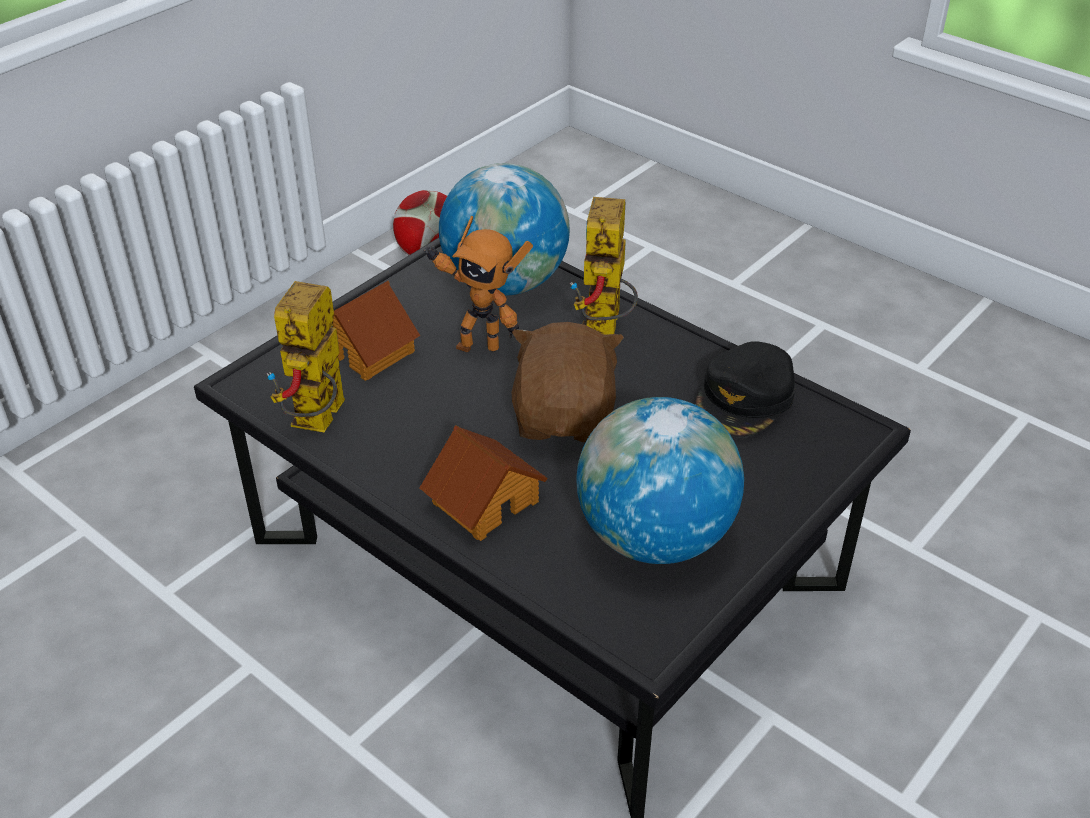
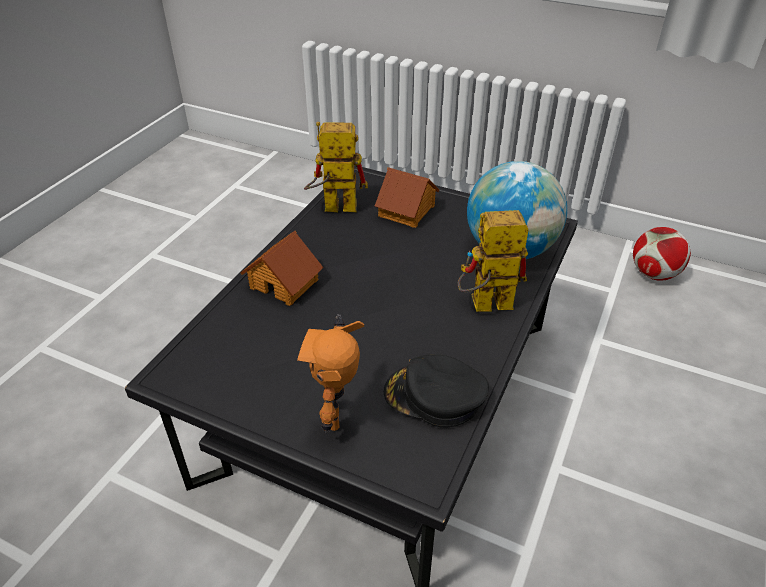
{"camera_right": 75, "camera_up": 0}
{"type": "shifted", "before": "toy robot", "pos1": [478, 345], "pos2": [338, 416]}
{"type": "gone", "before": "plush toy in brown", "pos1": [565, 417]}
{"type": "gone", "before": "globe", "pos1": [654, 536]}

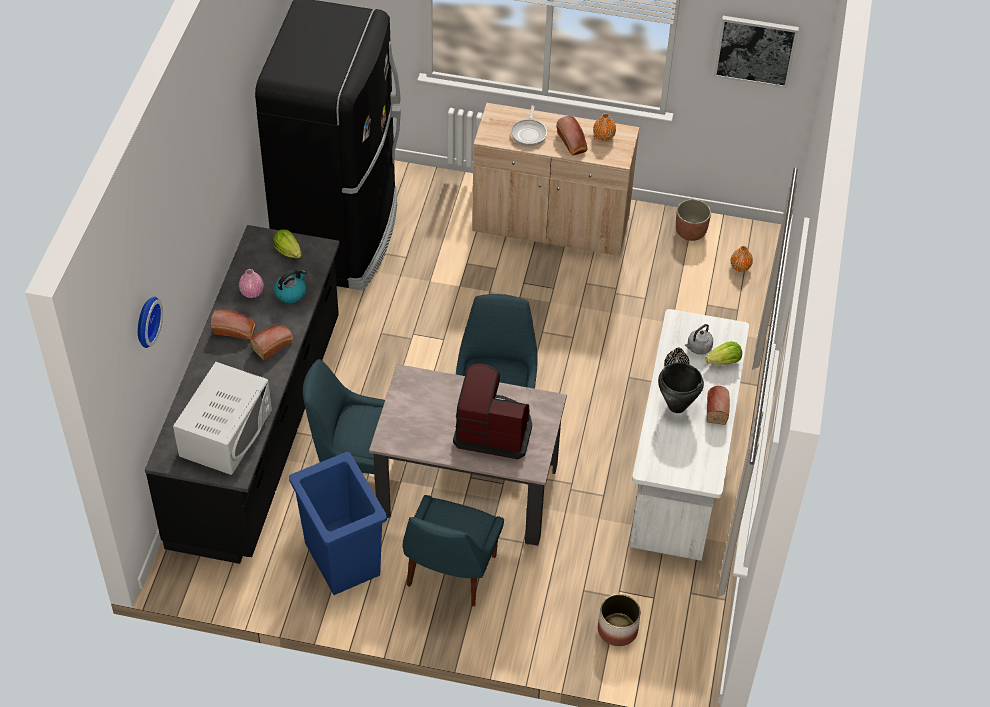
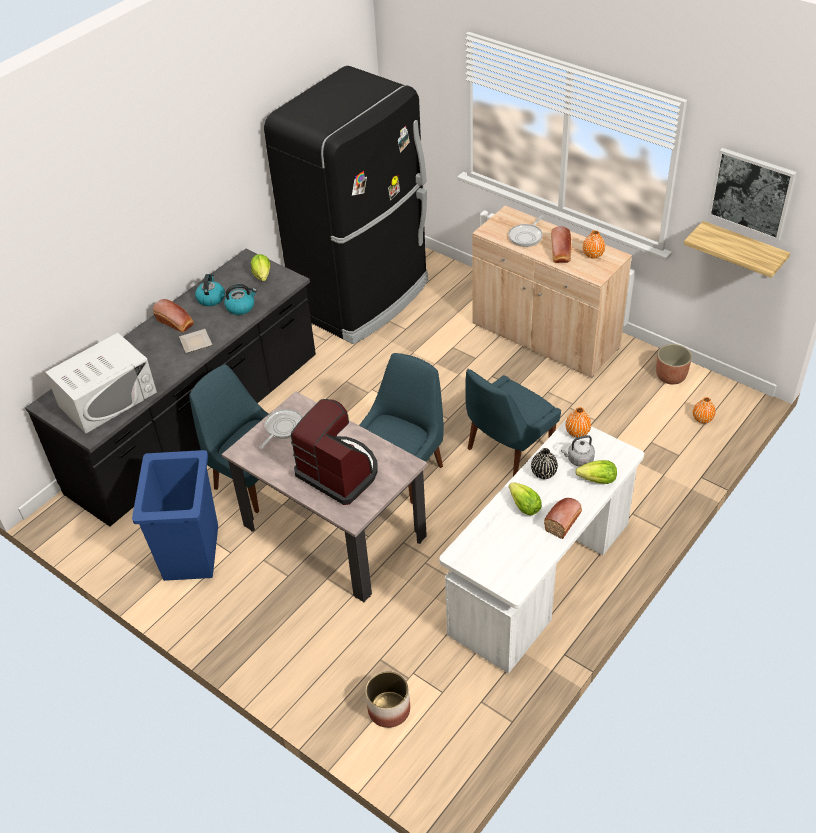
{"camera_right": 30, "camera_up": -5}
{"type": "swapped", "before": "vase in pink", "after": "kettle", "pos1": [252, 292], "pos2": [211, 298]}
{"type": "gone", "before": "wall clock", "pos1": [145, 321]}
{"type": "swapped", "before": "bread", "after": "plate", "pos1": [273, 345], "pos2": [197, 343]}
{"type": "swapped", "before": "cooking pot in black", "after": "lettuce", "pos1": [677, 406], "pos2": [524, 506]}
{"type": "shifted", "before": "chair in blue", "pos1": [450, 573], "pos2": [507, 451]}
{"type": "new", "after": "shelf", "pos2": [742, 250]}
{"type": "new", "after": "vase in orange", "pos2": [577, 432]}
{"type": "new", "after": "frying pan", "pos2": [282, 428]}

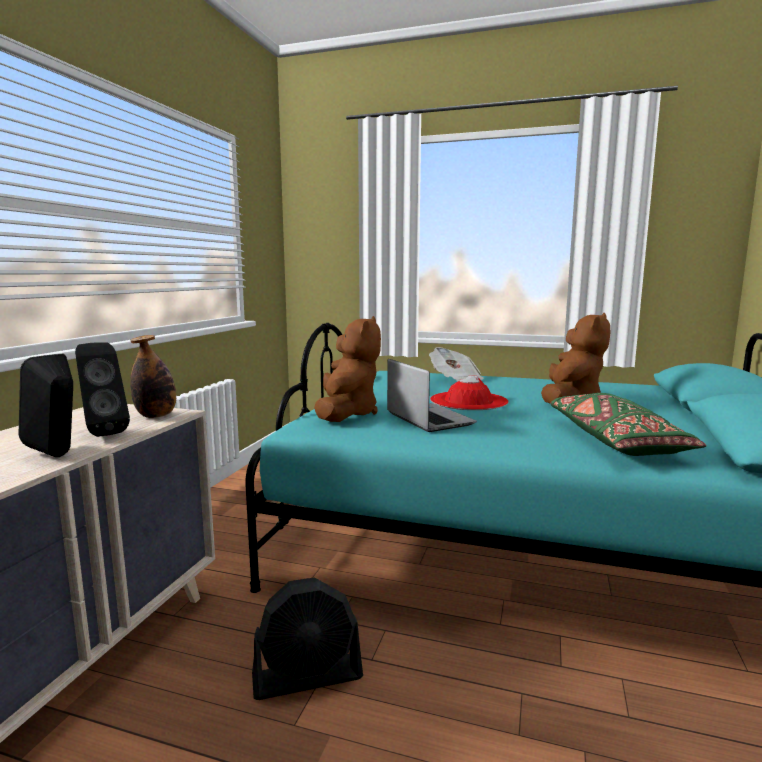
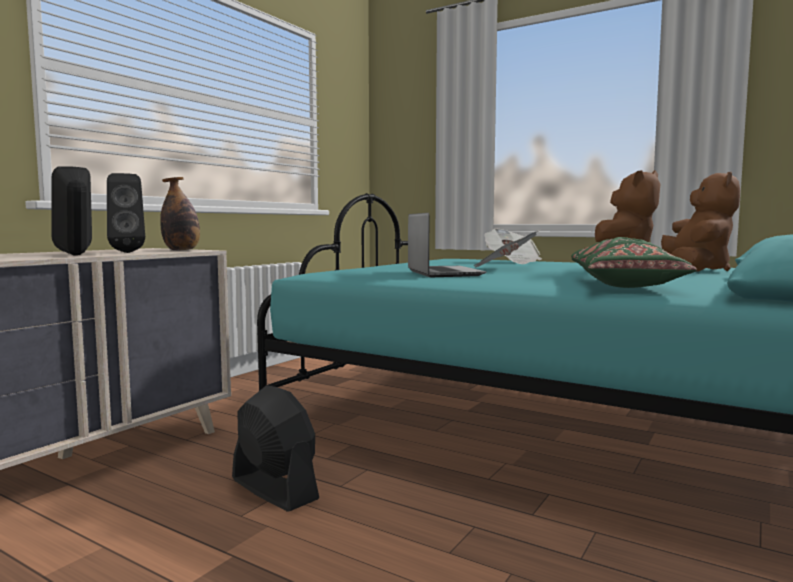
{"camera_right": 15, "camera_up": -5}
{"type": "shifted", "before": "plush toy in brown", "pos1": [347, 414], "pos2": [695, 270]}
{"type": "swapped", "before": "hat in red", "after": "newspaper", "pos1": [468, 401], "pos2": [504, 268]}
{"type": "rotated", "before": "fan in black", "pos1": [308, 677], "pos2": [274, 489], "turn": -135}

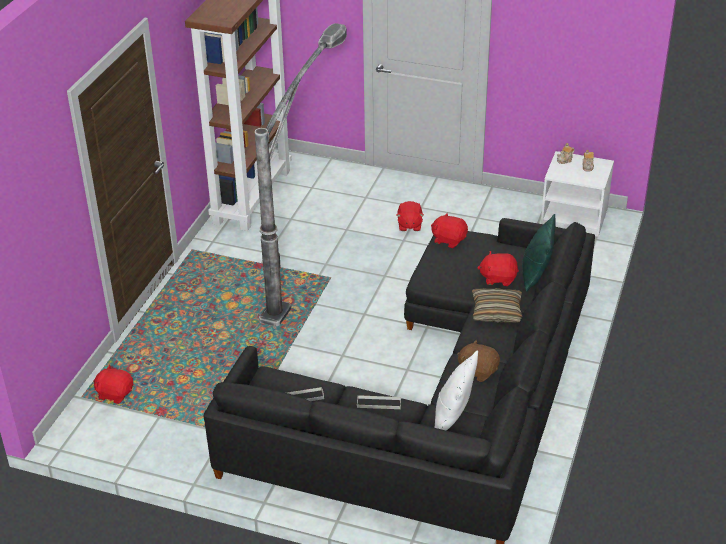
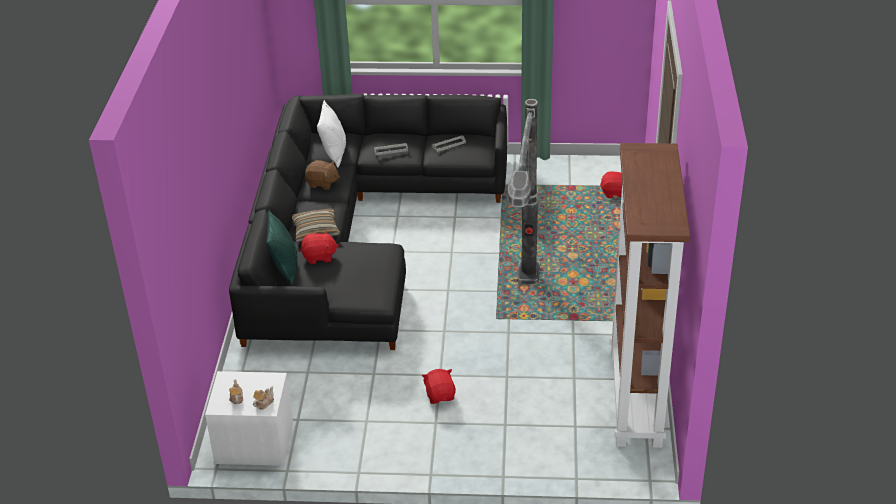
{"camera_right": 165, "camera_up": 0}
{"type": "gone", "before": "plush toy in red", "pos1": [449, 240]}

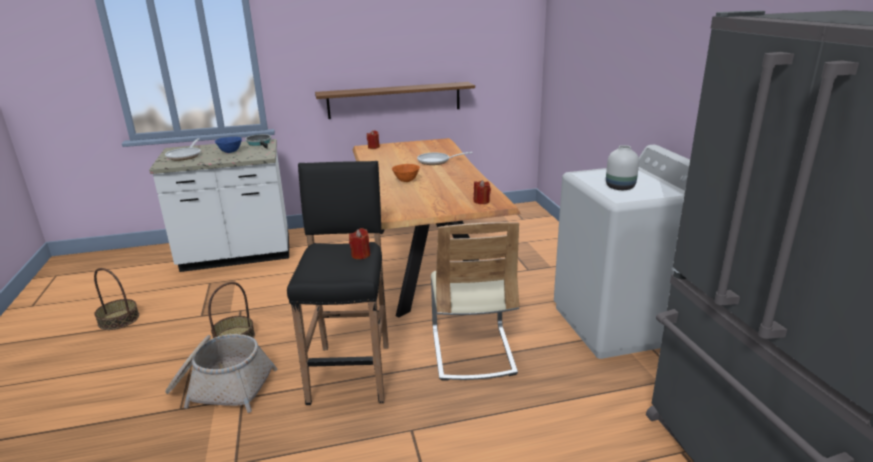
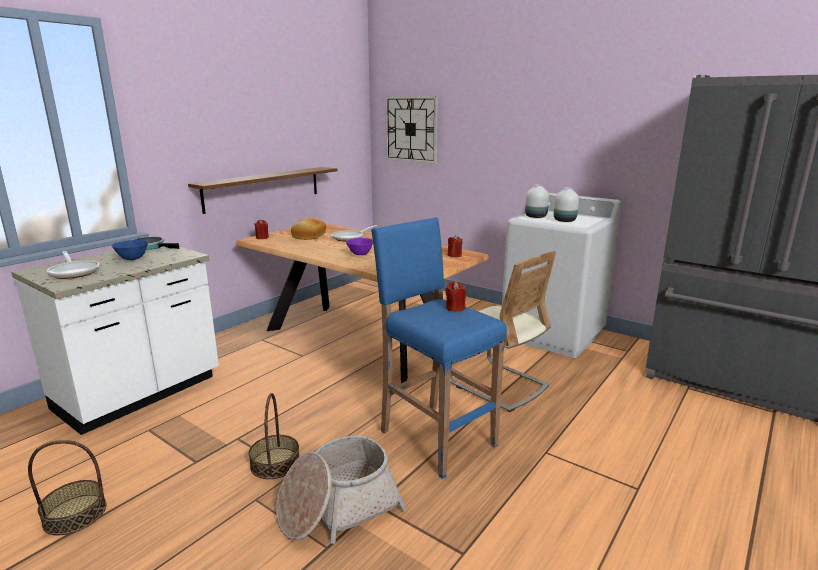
{"camera_right": -40, "camera_up": -5}
{"type": "repainted", "before": "stool in black", "after": "stool in blue", "pos1": [351, 371], "pos2": [435, 437]}
{"type": "repainted", "before": "bowl in orange", "after": "bowl in purple", "pos1": [406, 181], "pos2": [360, 254]}
{"type": "new", "after": "wall clock", "pos2": [411, 129]}
{"type": "new", "after": "vase in white", "pos2": [535, 217]}
{"type": "new", "after": "bread", "pos2": [308, 236]}

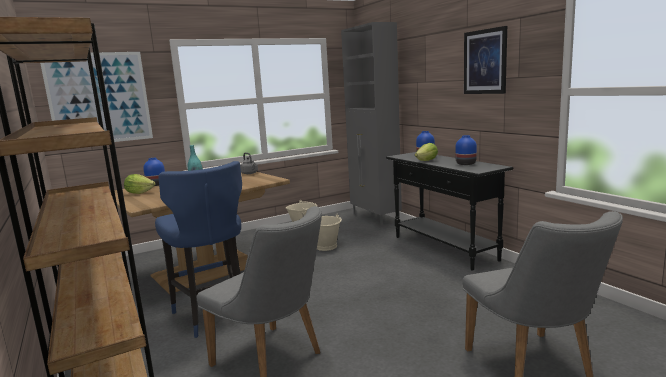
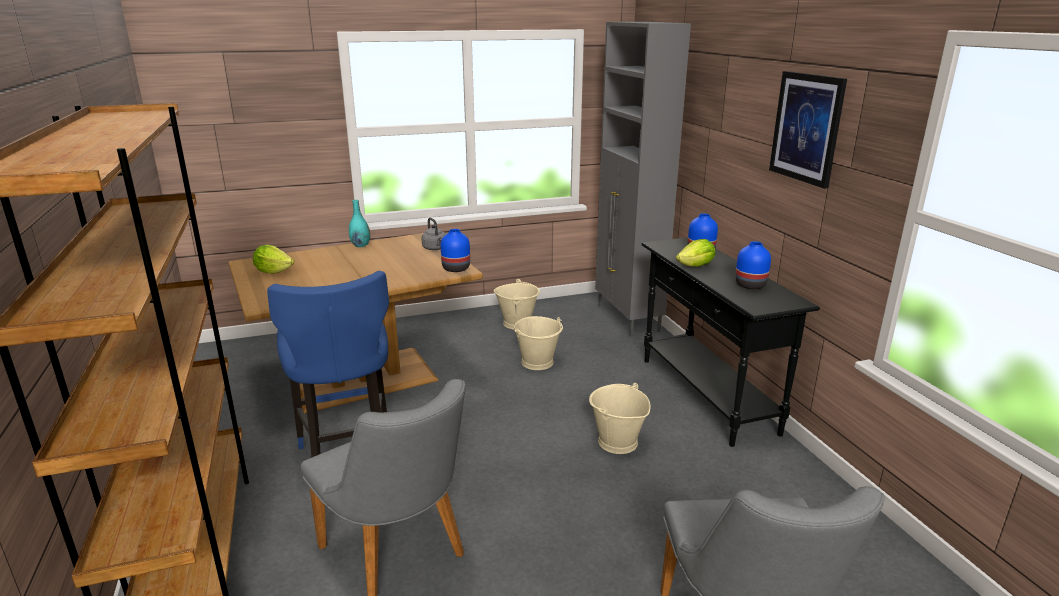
{"camera_right": 10, "camera_up": 10}
{"type": "gone", "before": "picture", "pos1": [99, 98]}
{"type": "shifted", "before": "vase in blue", "pos1": [156, 184], "pos2": [456, 269]}
{"type": "new", "after": "bucket in beige", "pos2": [617, 442]}

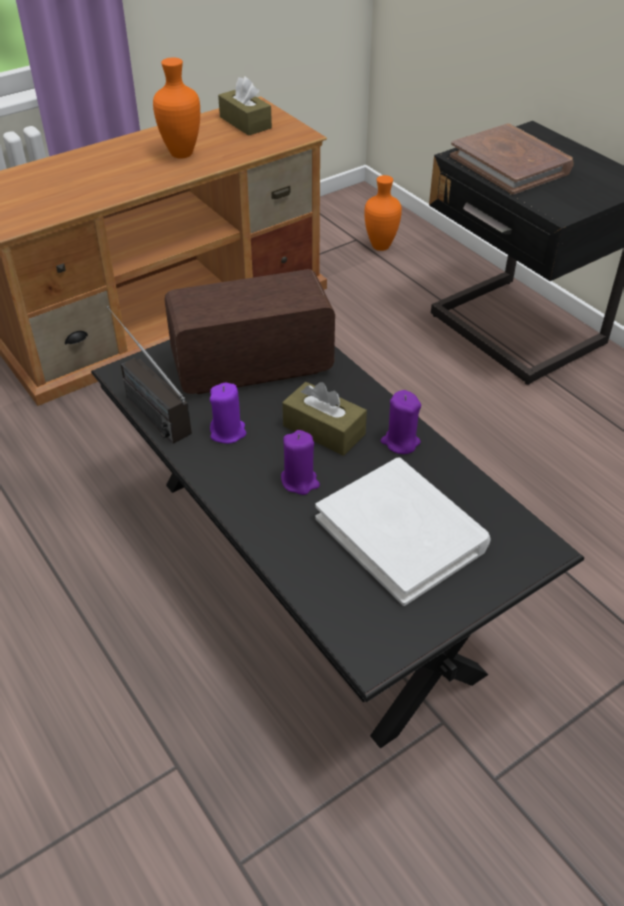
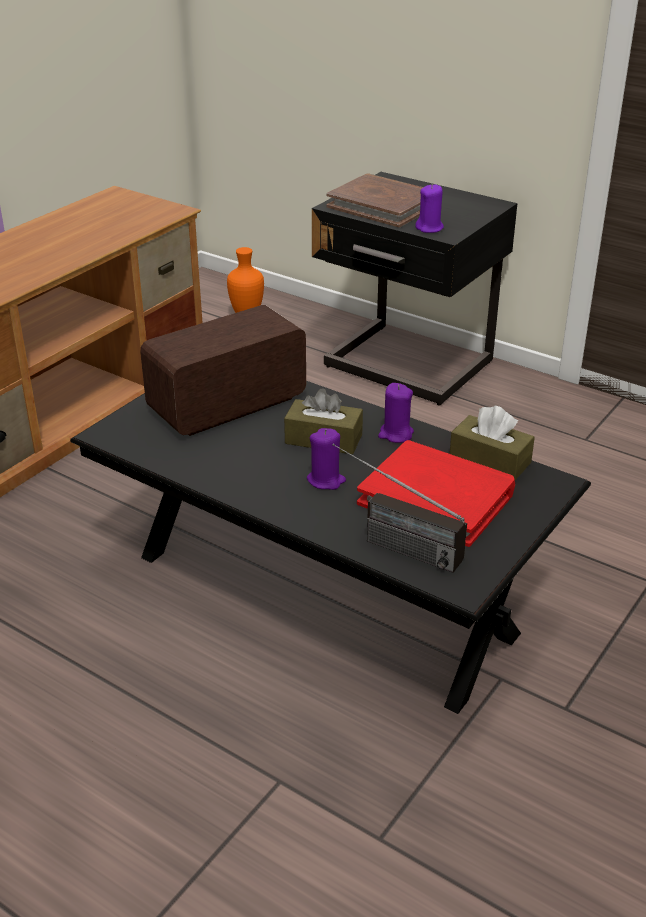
{"camera_right": -20, "camera_up": -10}
{"type": "gone", "before": "vase in orange", "pos1": [183, 154]}
{"type": "shifted", "before": "tissue box in brown", "pos1": [245, 122], "pos2": [490, 460]}
{"type": "shifted", "before": "radio", "pos1": [143, 405], "pos2": [389, 543]}
{"type": "shifted", "before": "candle in purple", "pos1": [228, 432], "pos2": [429, 228]}
{"type": "repainted", "before": "book in white", "after": "book in red", "pos1": [402, 533], "pos2": [436, 497]}

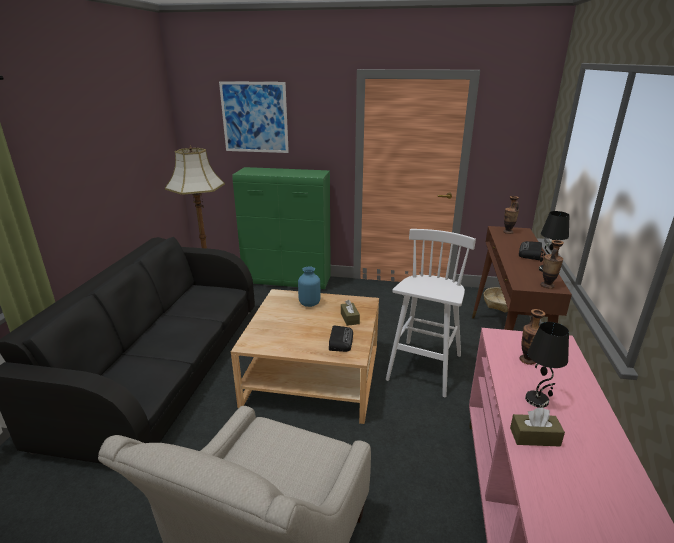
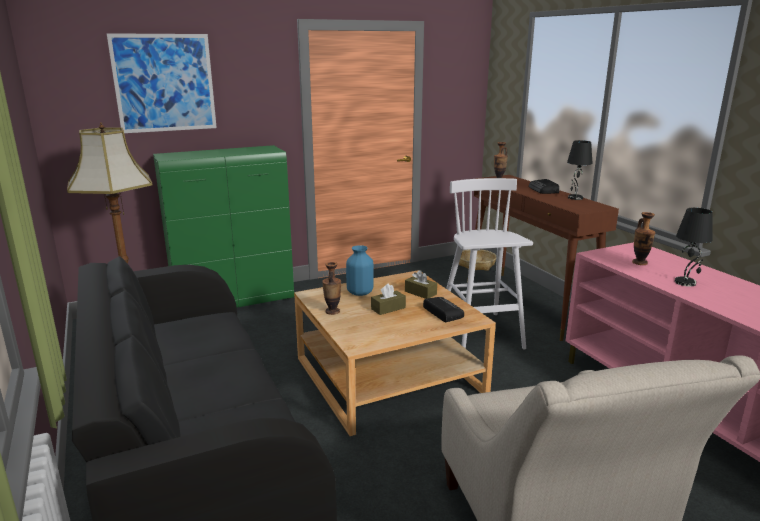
{"camera_right": -35, "camera_up": -5}
{"type": "shifted", "before": "vase", "pos1": [547, 285], "pos2": [332, 311]}
{"type": "shifted", "before": "tissue box in brown", "pos1": [534, 437], "pos2": [388, 308]}

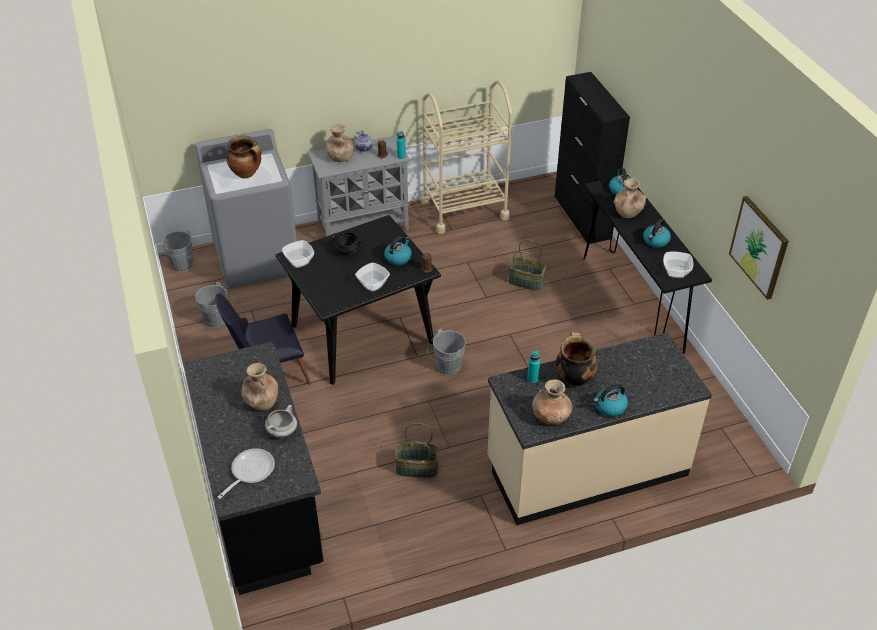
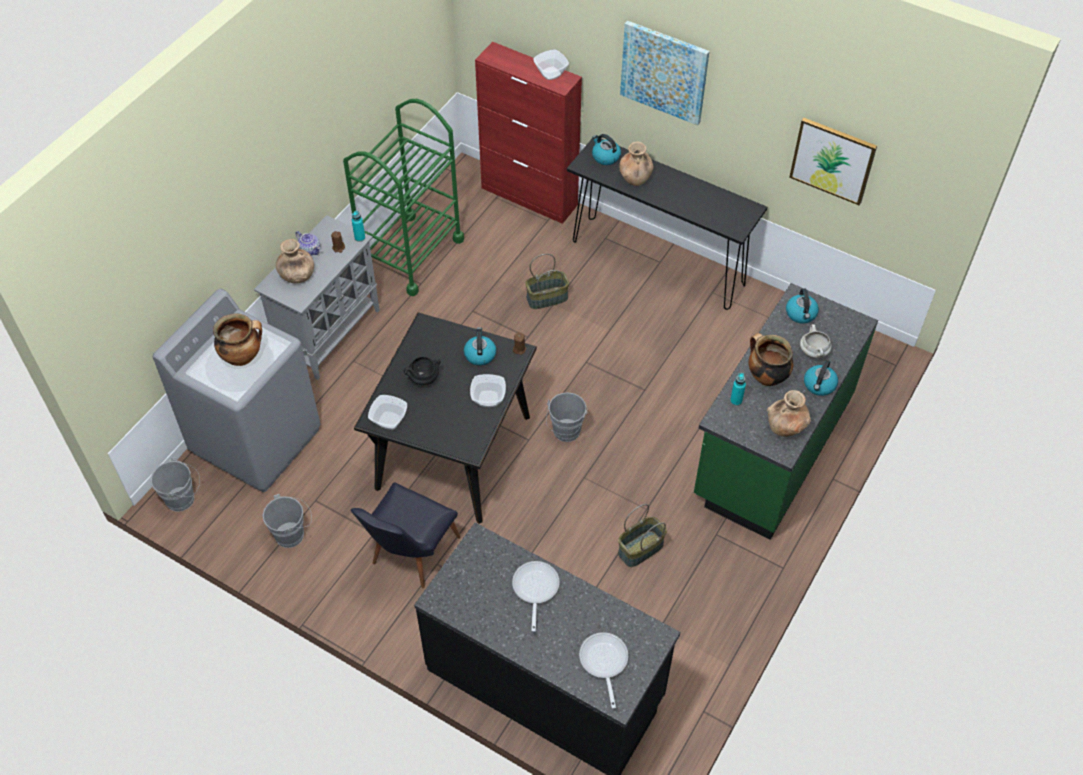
{"camera_right": -40, "camera_up": 10}
{"type": "repainted", "before": "cabinet in black", "after": "cabinet in red", "pos1": [582, 217], "pos2": [529, 197]}
{"type": "repainted", "before": "cart in beige", "after": "cart in green", "pos1": [464, 209], "pos2": [411, 254]}
{"type": "shifted", "before": "kettle", "pos1": [655, 241], "pos2": [801, 314]}
{"type": "shifted", "before": "bowl", "pos1": [676, 273], "pos2": [551, 73]}
{"type": "repainted", "before": "counter in beige", "after": "counter in green", "pos1": [586, 467], "pos2": [771, 447]}
{"type": "swapped", "before": "vase in brown", "after": "frying pan", "pos1": [261, 401], "pos2": [535, 589]}
{"type": "shifted", "before": "cooking pot in white", "pos1": [282, 432], "pos2": [814, 352]}
{"type": "new", "after": "picture", "pos2": [664, 72]}

